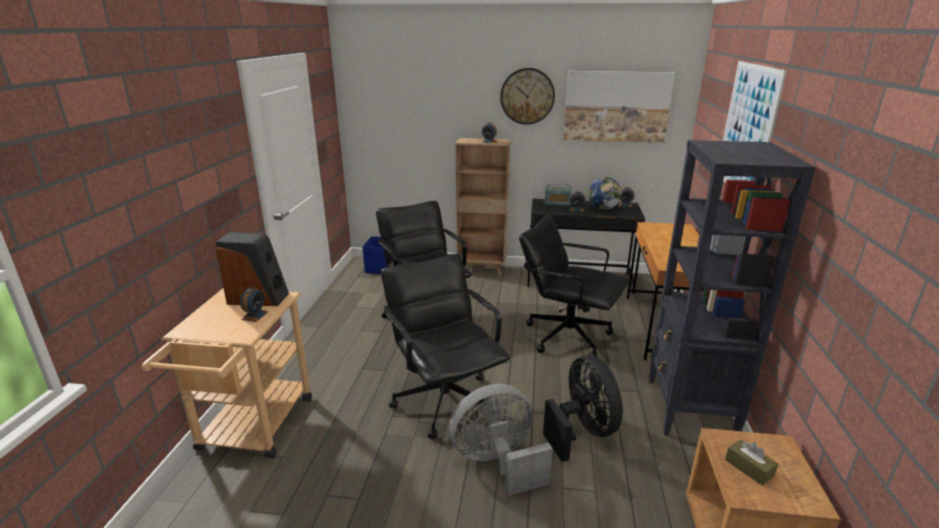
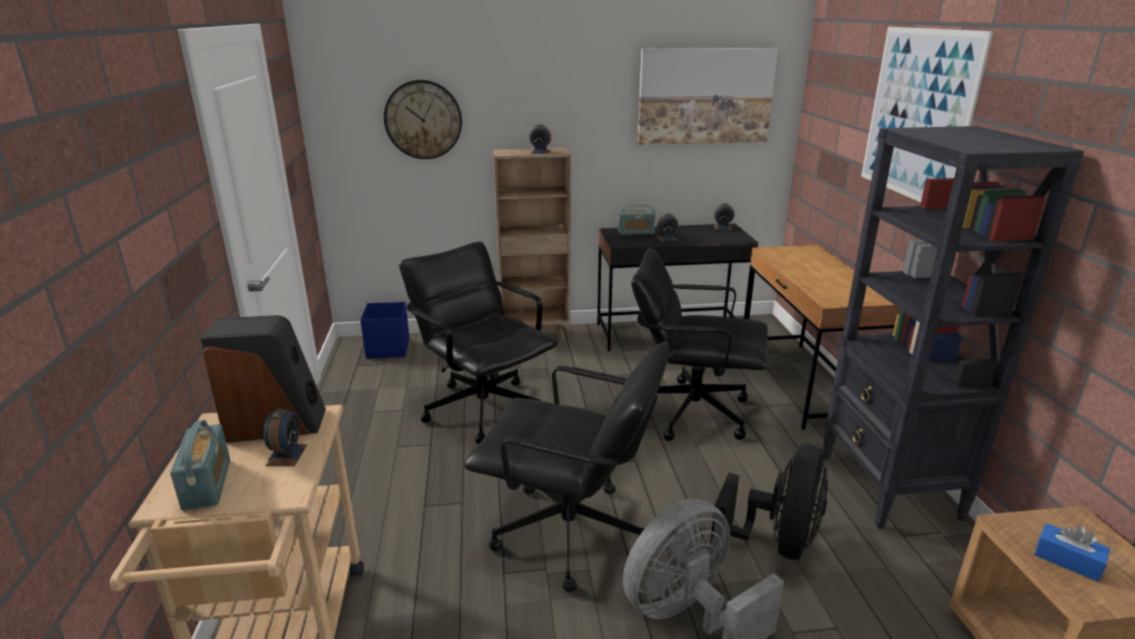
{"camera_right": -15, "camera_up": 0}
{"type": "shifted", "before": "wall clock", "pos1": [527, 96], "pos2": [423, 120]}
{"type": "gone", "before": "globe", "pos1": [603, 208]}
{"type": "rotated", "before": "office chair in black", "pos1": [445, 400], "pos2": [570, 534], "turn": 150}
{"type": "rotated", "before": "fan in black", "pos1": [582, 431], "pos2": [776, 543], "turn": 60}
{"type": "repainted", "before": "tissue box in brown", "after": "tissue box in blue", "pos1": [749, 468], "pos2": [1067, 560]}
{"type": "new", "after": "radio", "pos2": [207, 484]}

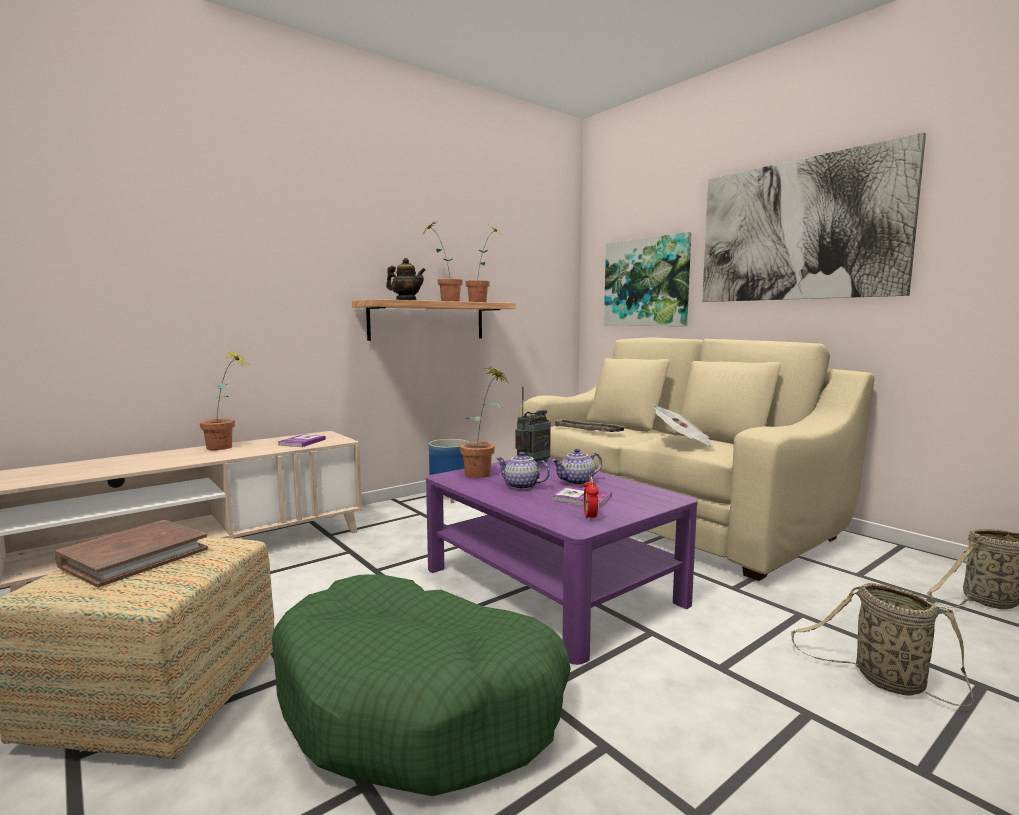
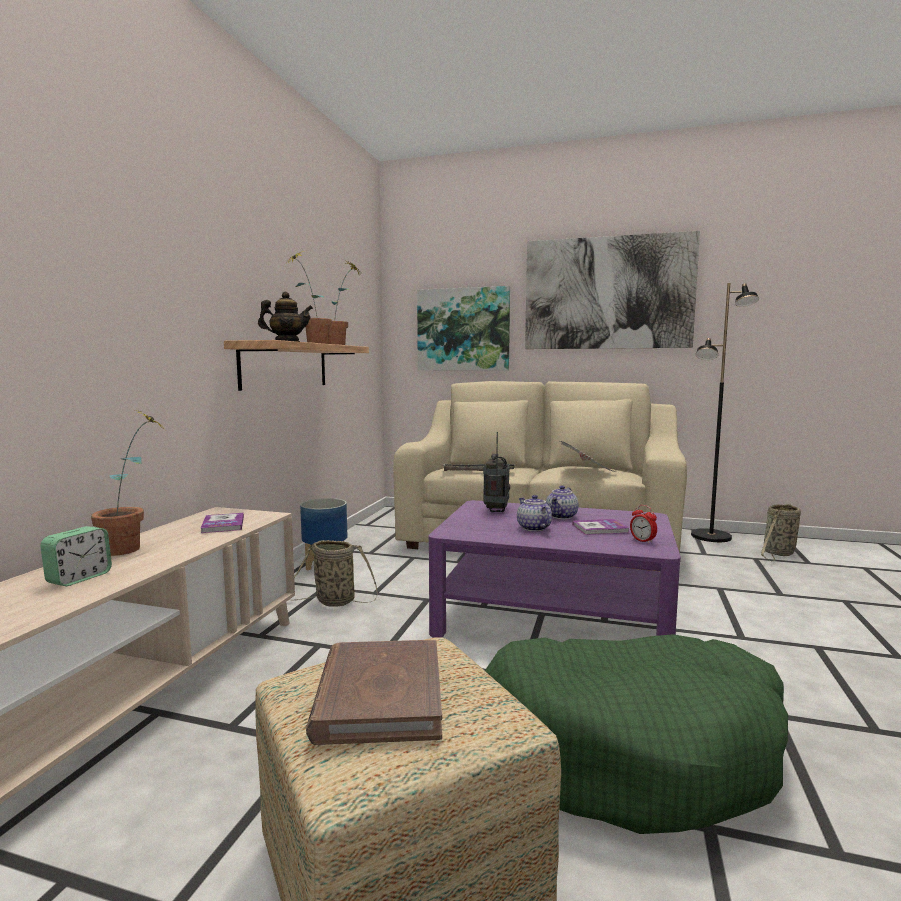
{"camera_right": -35, "camera_up": 0}
{"type": "gone", "before": "potted plant", "pos1": [484, 473]}
{"type": "rotated", "before": "teapot", "pos1": [521, 486], "pos2": [532, 528], "turn": 75}
{"type": "shifted", "before": "basket", "pos1": [883, 680], "pos2": [332, 601]}
{"type": "new", "after": "floor lamp in black", "pos2": [711, 537]}
{"type": "new", "after": "alarm clock", "pos2": [79, 578]}

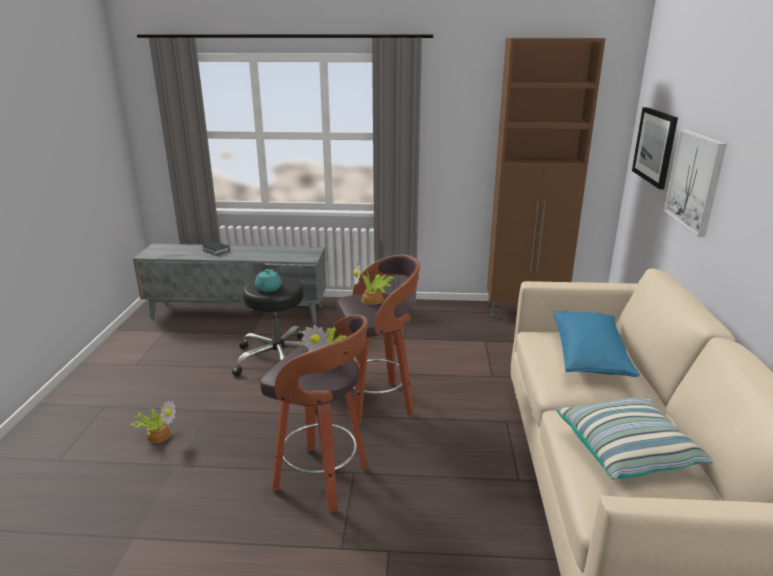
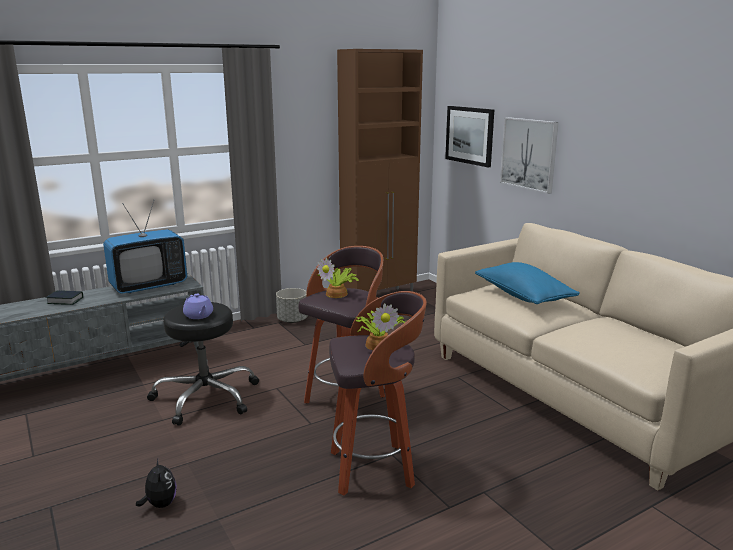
{"camera_right": -35, "camera_up": -5}
{"type": "repainted", "before": "teapot in turquoise", "after": "teapot in purple", "pos1": [268, 289], "pos2": [199, 316]}
{"type": "gone", "before": "pillow", "pos1": [627, 451]}
{"type": "swapped", "before": "potted plant", "after": "plush toy", "pos1": [158, 434], "pos2": [160, 504]}
{"type": "new", "after": "television", "pos2": [149, 286]}
{"type": "new", "after": "planter in grey", "pos2": [292, 320]}

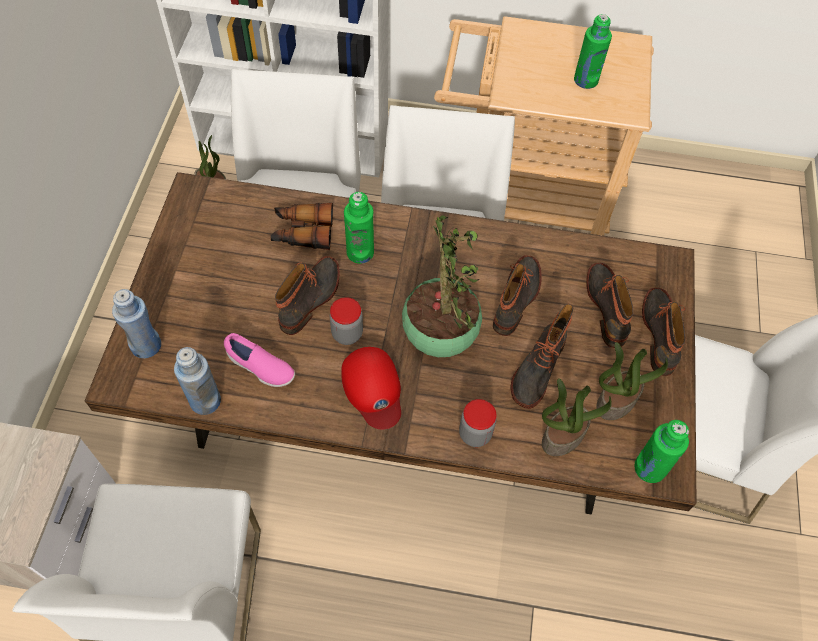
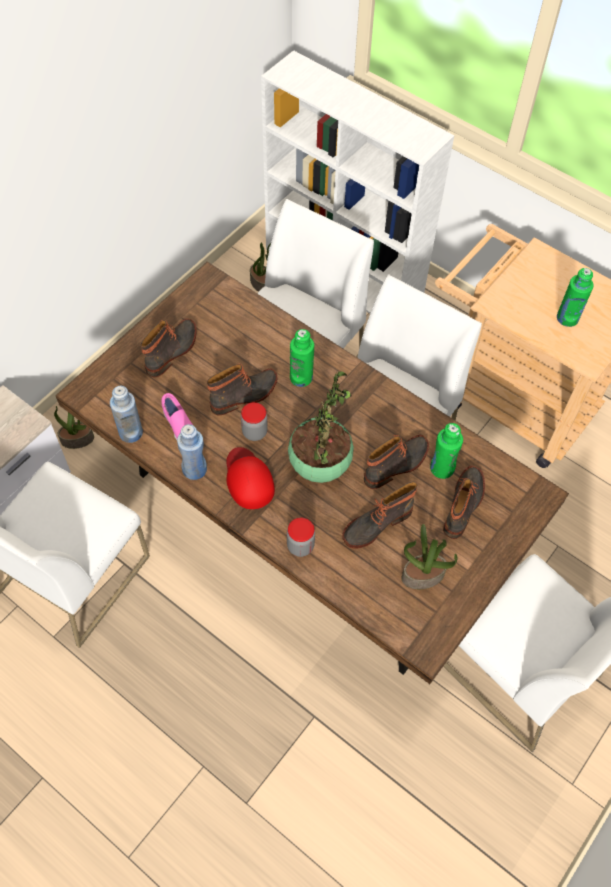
{"camera_right": 30, "camera_up": 0}
{"type": "gone", "before": "binoculars", "pos1": [302, 232]}
{"type": "shifted", "before": "boot", "pos1": [661, 334], "pos2": [172, 351]}
{"type": "shifted", "before": "bottle in blue", "pos1": [146, 345], "pos2": [194, 469]}
{"type": "rotated", "before": "cap in red", "pos1": [373, 389], "pos2": [248, 479], "turn": 150}
{"type": "shifted", "before": "potted plant", "pos1": [563, 435], "pos2": [78, 439]}
{"type": "shifted", "before": "bottle in green", "pos1": [649, 468], "pos2": [442, 468]}

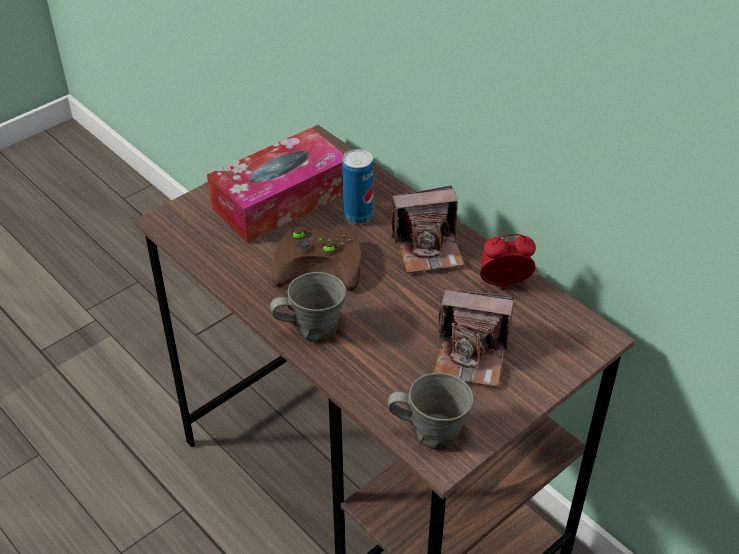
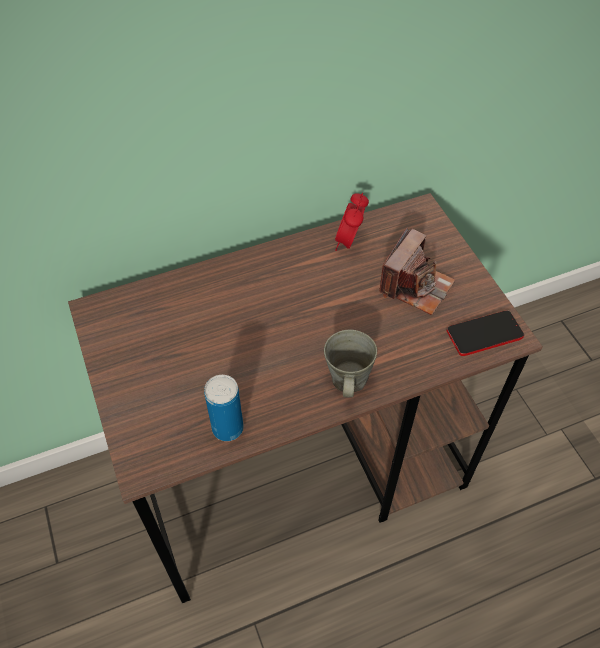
{"camera_right": -70, "camera_up": 10}
{"type": "gone", "before": "tissue box", "pos1": [281, 200]}
{"type": "shifted", "before": "can", "pos1": [358, 216], "pos2": [227, 428]}
{"type": "gone", "before": "photo camera", "pos1": [428, 248]}
{"type": "gone", "before": "game controller in brown", "pos1": [321, 262]}
{"type": "swapped", "before": "mug in grey", "after": "phone", "pos1": [432, 432], "pos2": [484, 334]}

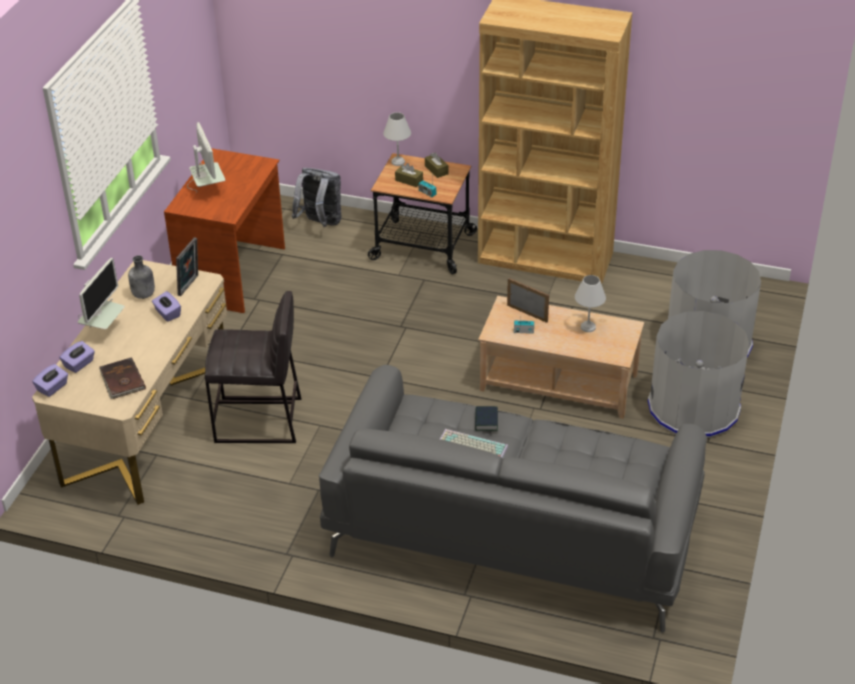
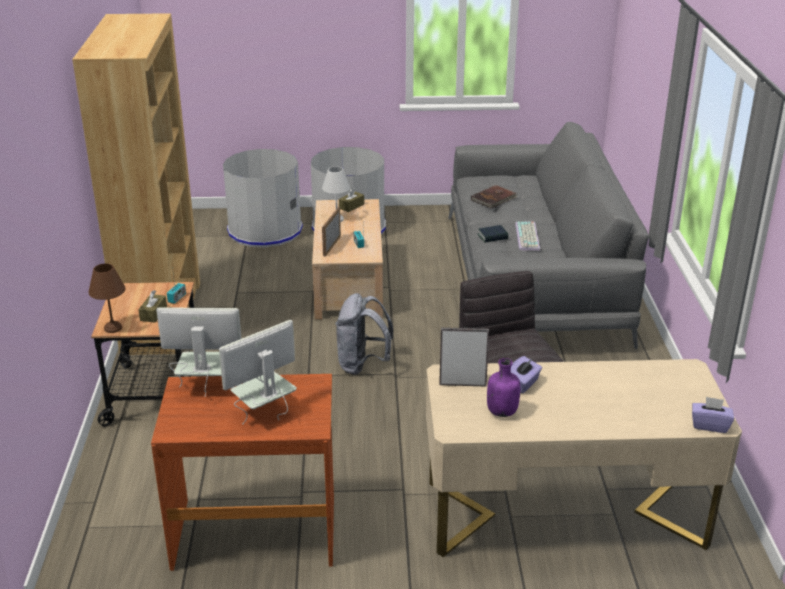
{"camera_right": -110, "camera_up": -10}
{"type": "repainted", "before": "table lamp in white", "after": "table lamp in brown", "pos1": [398, 162], "pos2": [114, 328]}
{"type": "shifted", "before": "tissue box in brown", "pos1": [436, 170], "pos2": [351, 206]}
{"type": "shifted", "before": "backpack in grey", "pos1": [320, 223], "pos2": [362, 365]}
{"type": "repainted", "before": "bottle in grey", "after": "bottle in purple", "pos1": [144, 295], "pos2": [502, 411]}
{"type": "shifted", "before": "monitor", "pos1": [103, 330], "pos2": [205, 387]}
{"type": "gone", "before": "tissue box in purple", "pos1": [79, 364]}
{"type": "shifted", "before": "book in brown", "pos1": [122, 380], "pos2": [494, 198]}

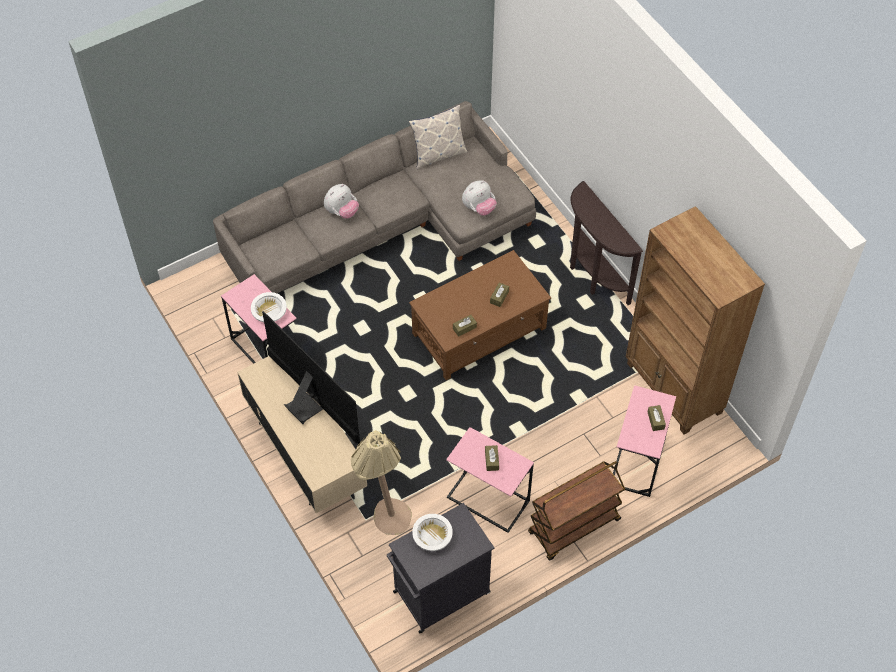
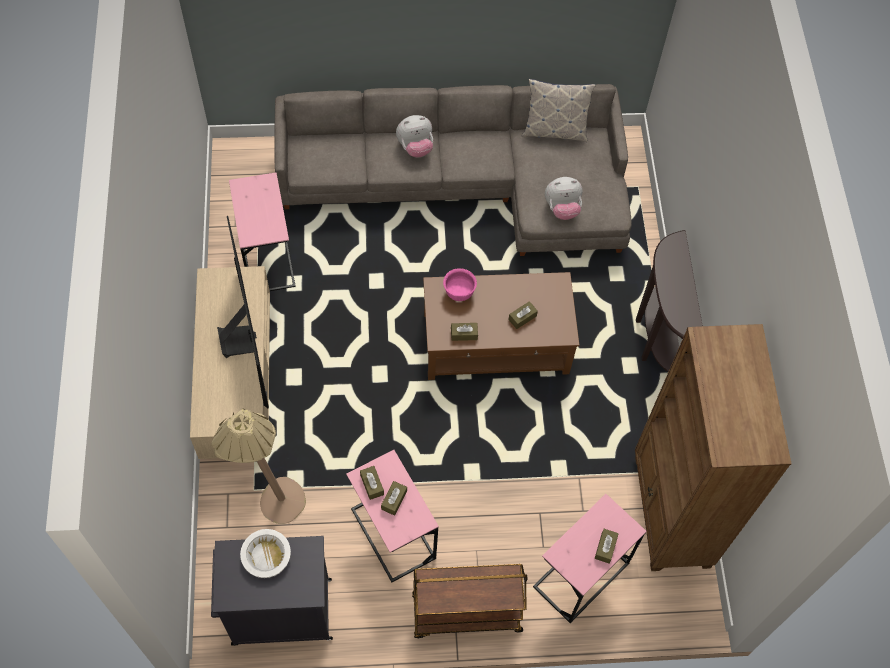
{"camera_right": 25, "camera_up": 5}
{"type": "gone", "before": "bowl in white", "pos1": [269, 311]}
{"type": "new", "after": "bowl in pink", "pos2": [459, 292]}
{"type": "new", "after": "tissue box in brown", "pos2": [372, 485]}

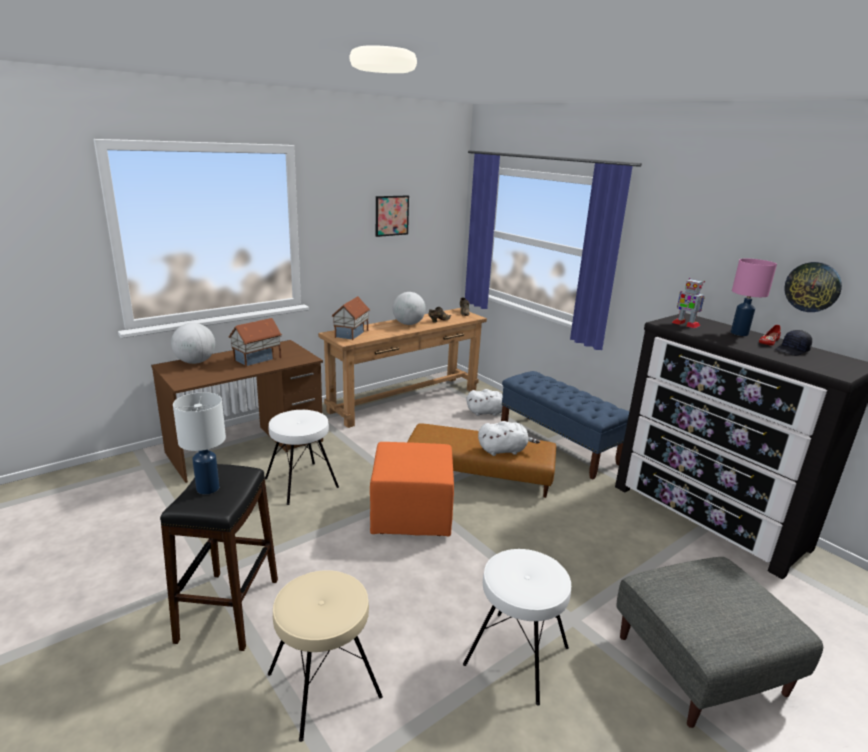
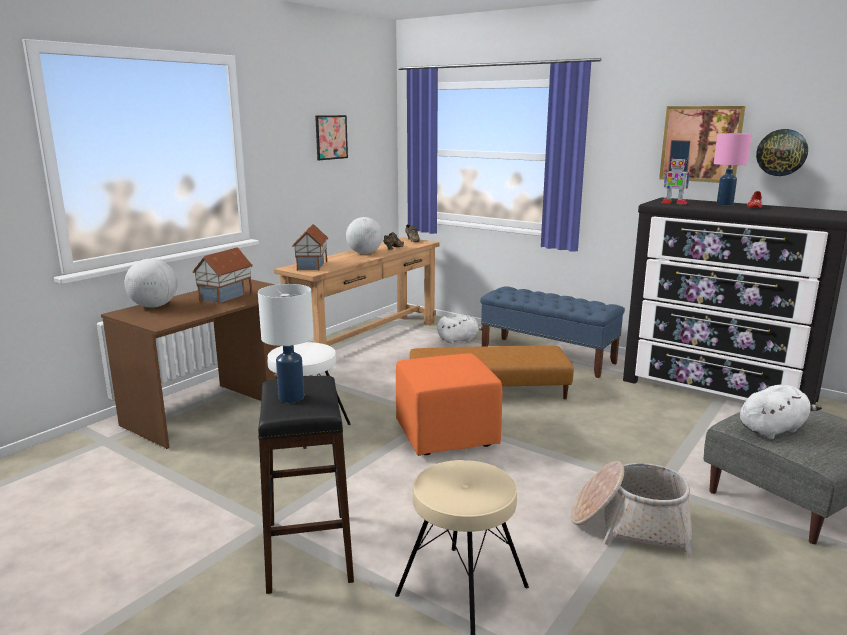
{"camera_right": -15, "camera_up": -5}
{"type": "gone", "before": "cap in black", "pos1": [792, 351]}
{"type": "shifted", "before": "plush toy in white", "pos1": [504, 450], "pos2": [773, 429]}
{"type": "swapped", "before": "stool in white", "after": "basket", "pos1": [516, 655], "pos2": [630, 525]}
{"type": "new", "after": "picture", "pos2": [701, 144]}

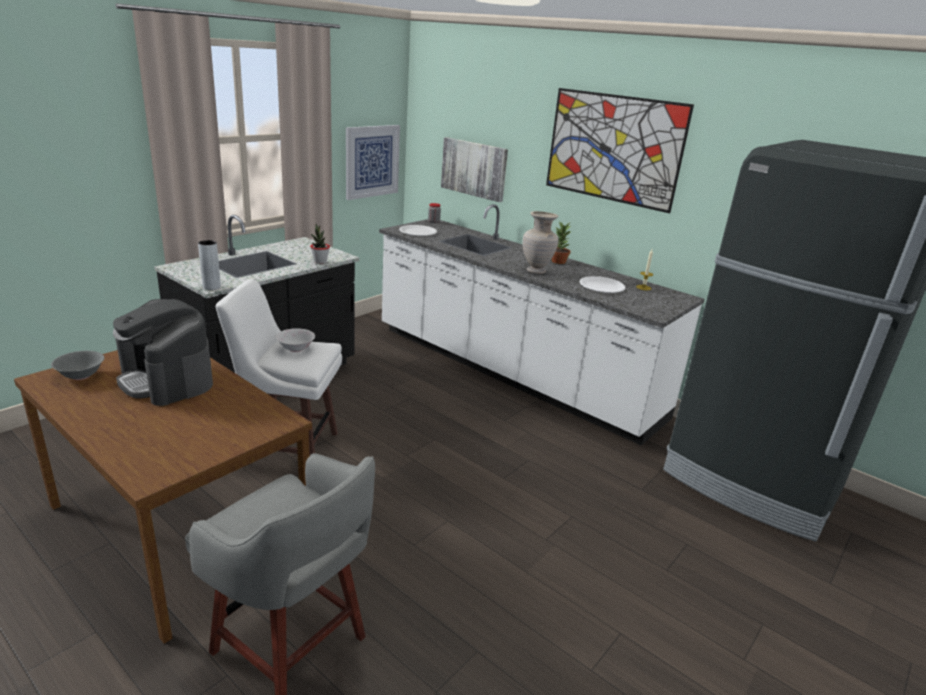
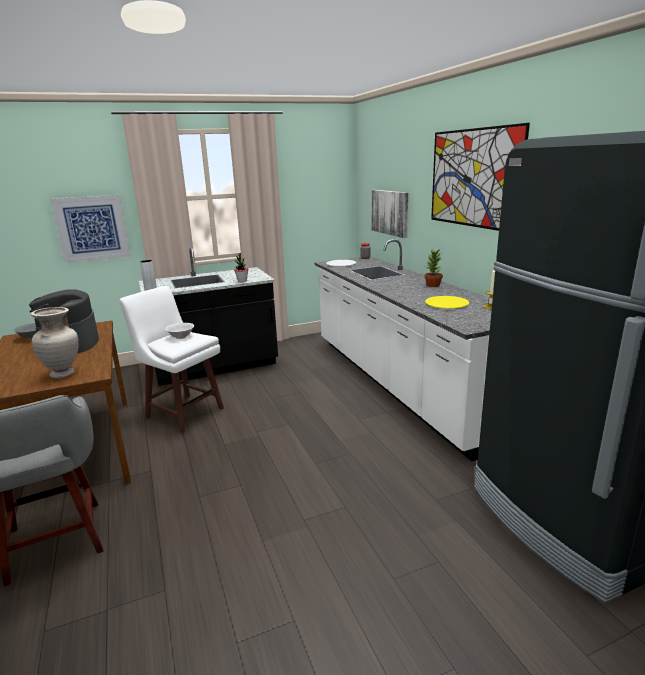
{"camera_right": 30, "camera_up": -5}
{"type": "shifted", "before": "picture", "pos1": [372, 161], "pos2": [92, 228]}
{"type": "shifted", "before": "vase in beige", "pos1": [536, 271], "pos2": [63, 374]}
{"type": "repainted", "before": "plate in white", "after": "plate in yellow", "pos1": [601, 286], "pos2": [446, 304]}

